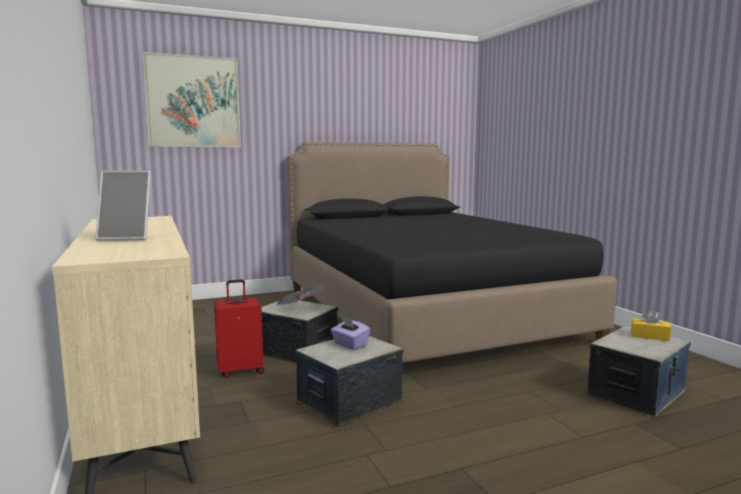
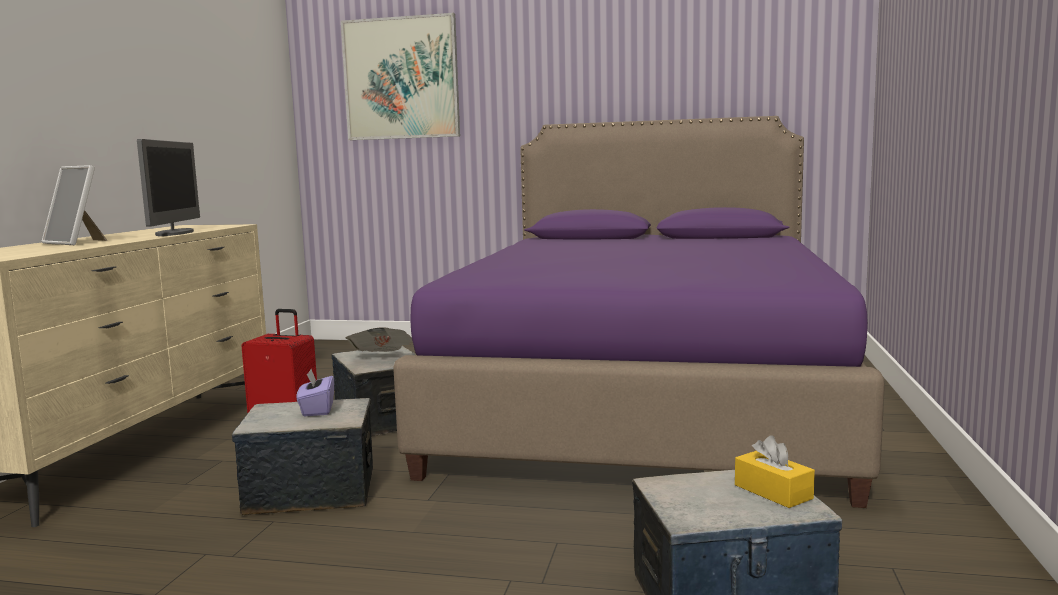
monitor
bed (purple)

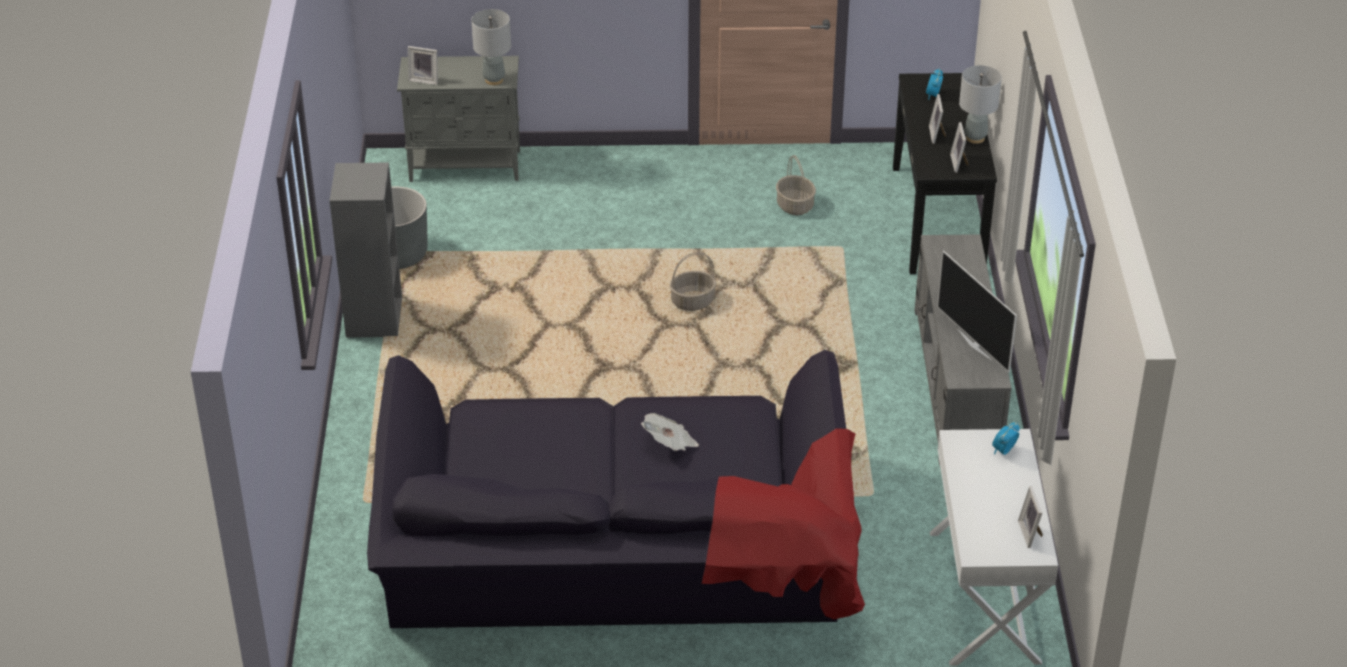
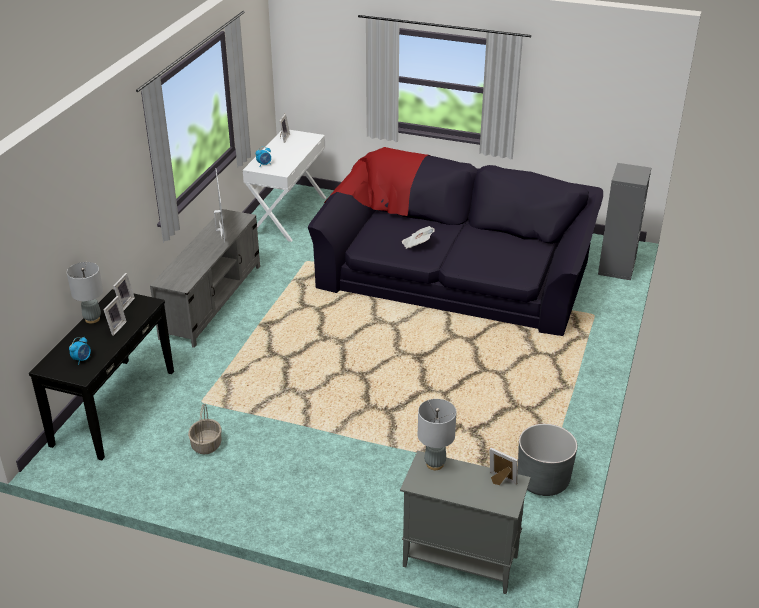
bookcase (grey)
basket (1st from left in the first image)

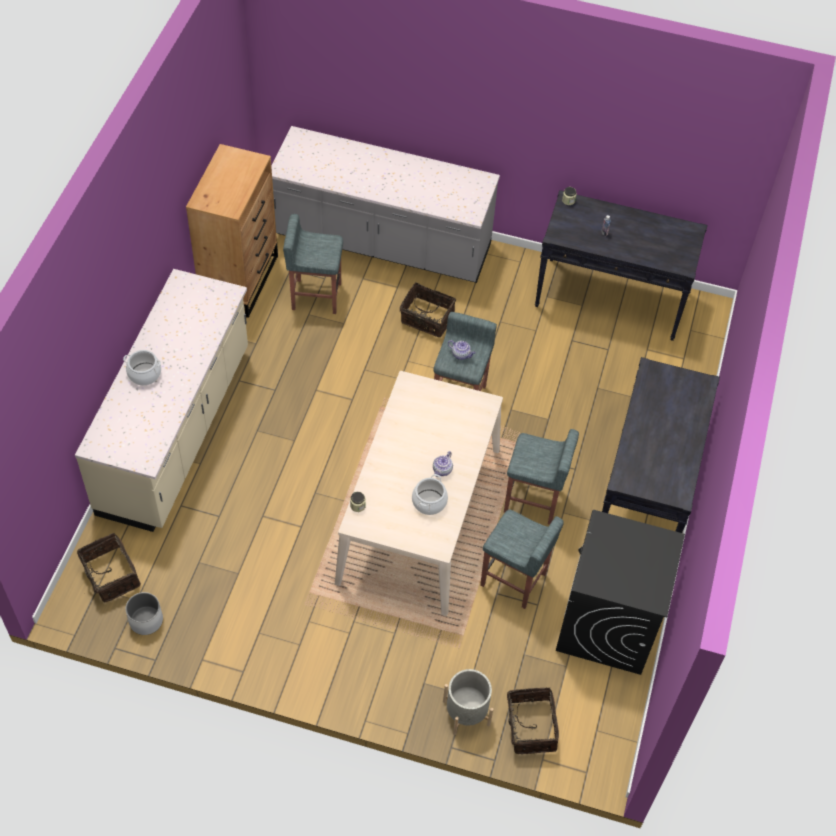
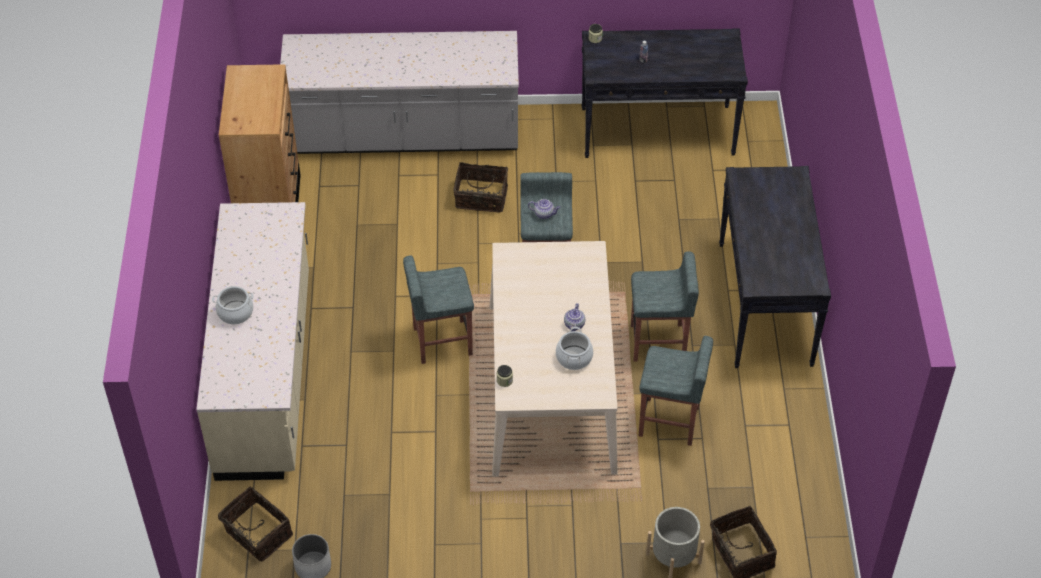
stool (grey) (1st from left)
washing machine (black)

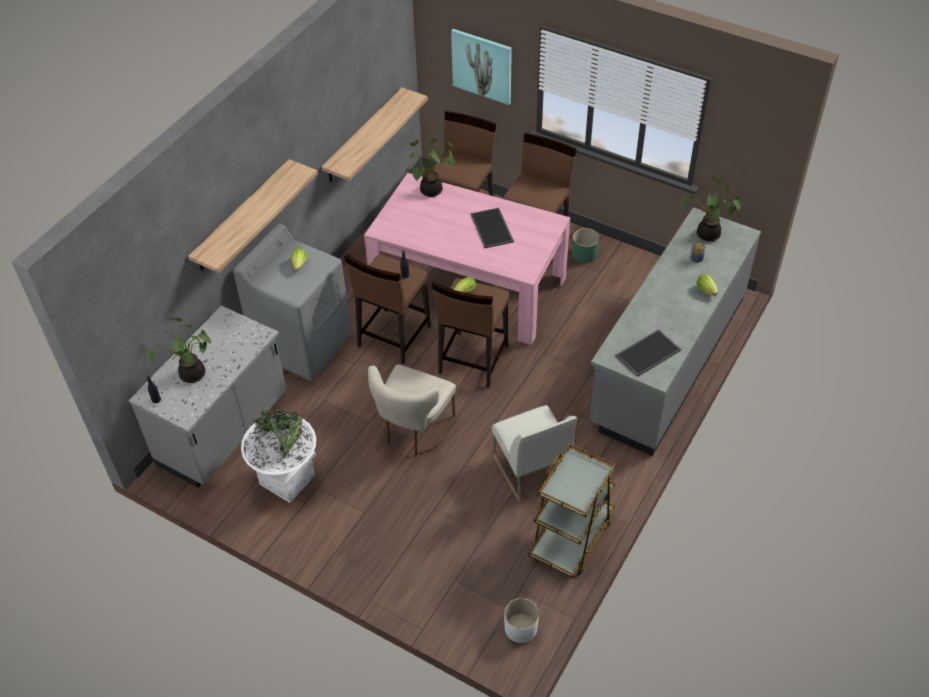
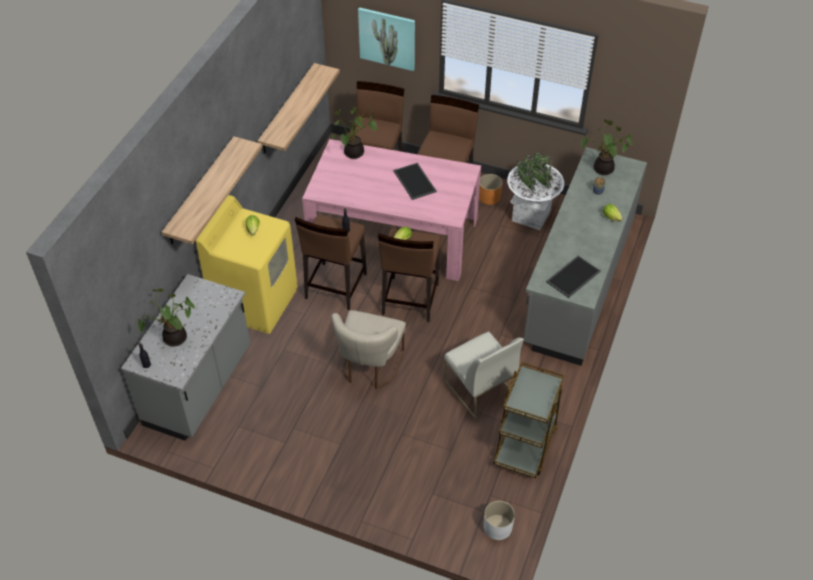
washing machine (yellow)
planter (orange)
planter (white) (2nd from left)

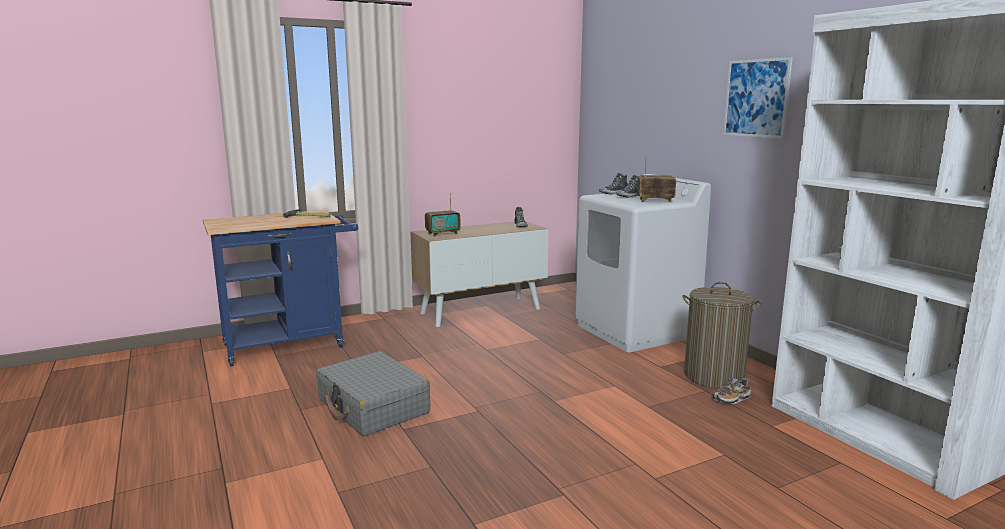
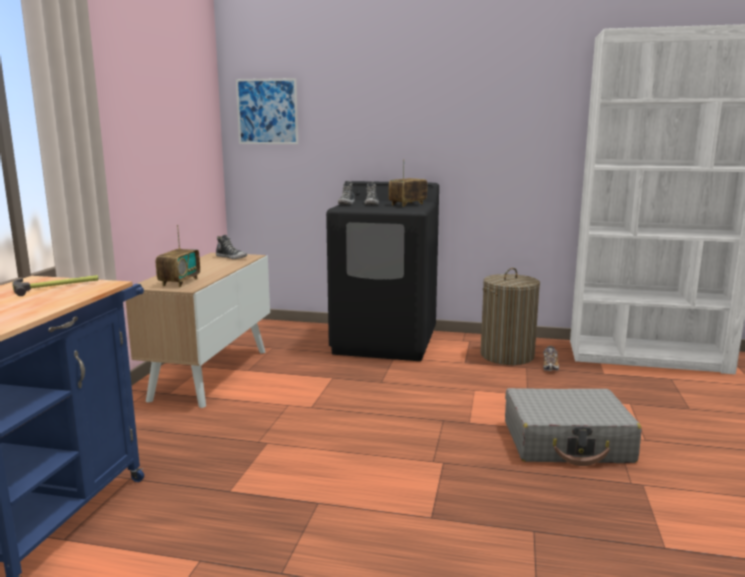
picture
washing machine (black)
suitcase (grey)

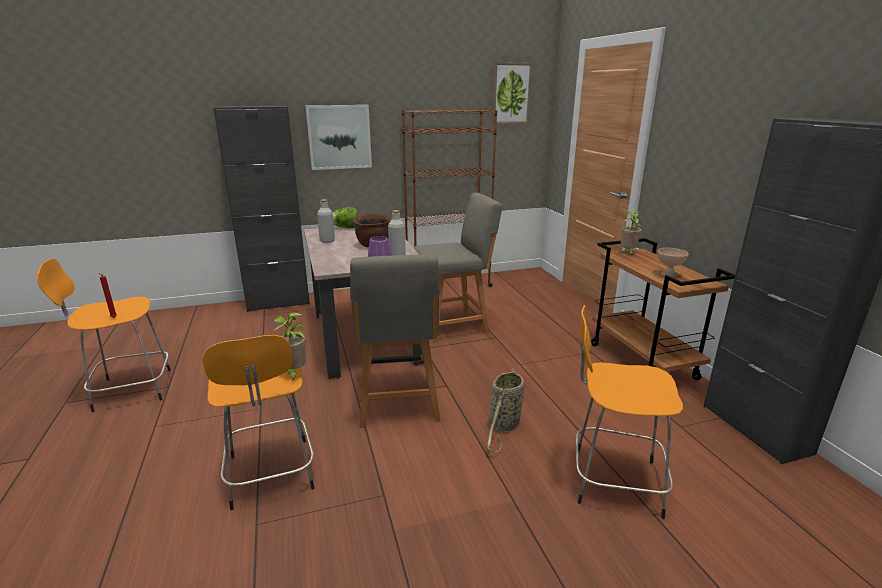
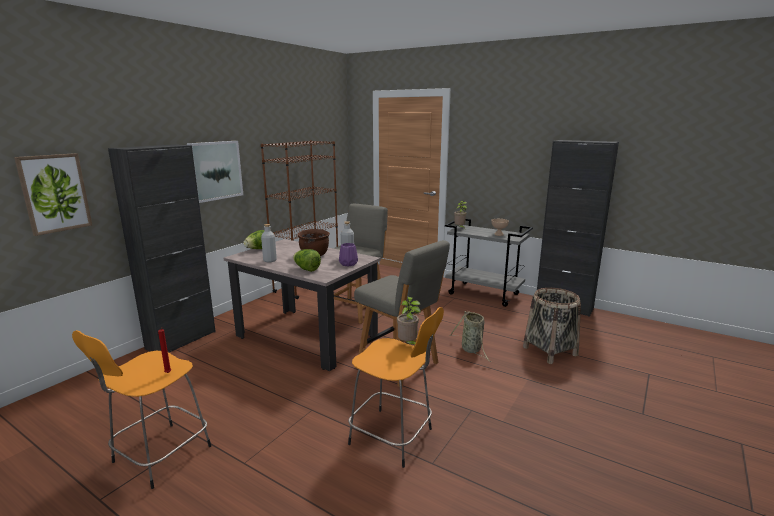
picture (1st from left)
lettuce (2nd from left)
cart (grey)
basket (2nd from left)

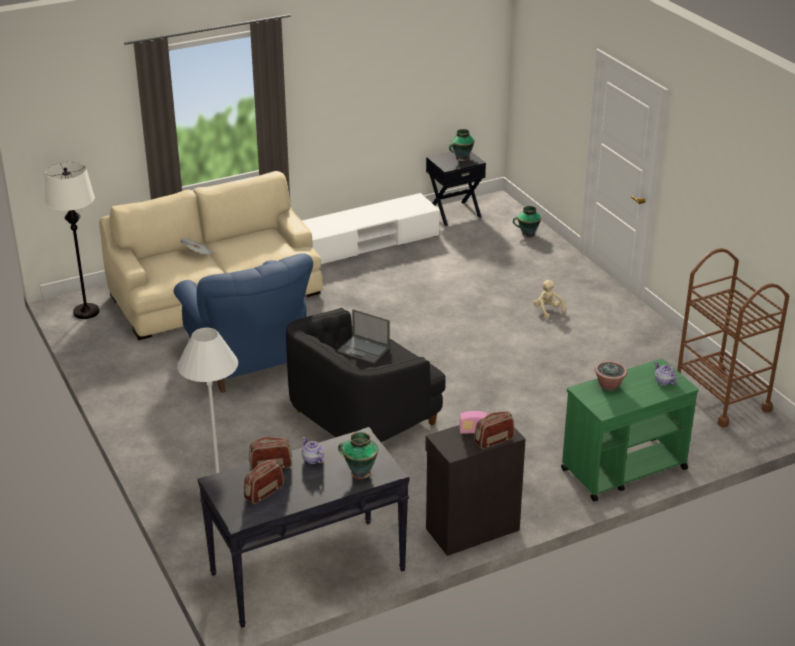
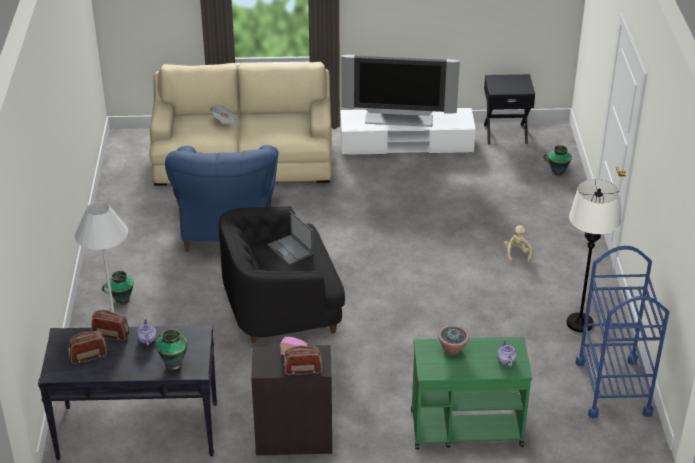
vase (1st from left)
television
floor lamp (white) (2nd from left)
cart (blue)

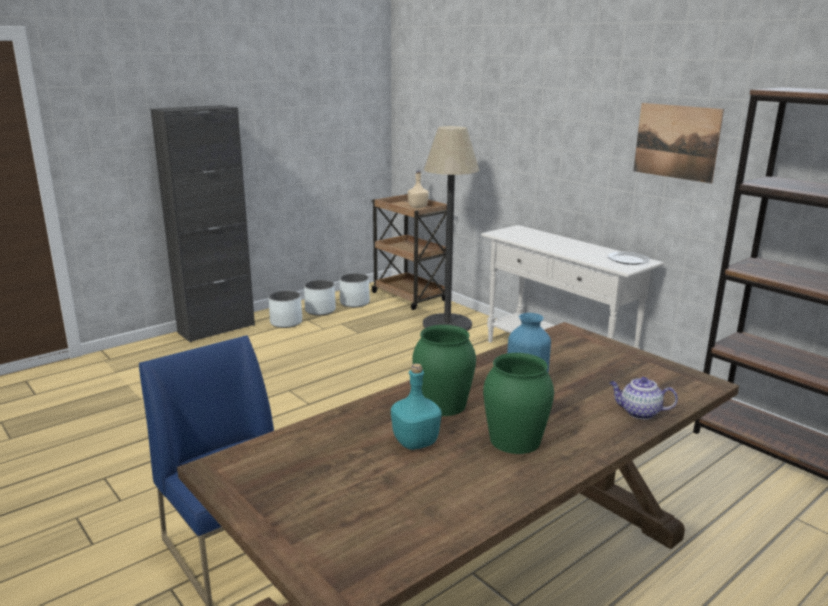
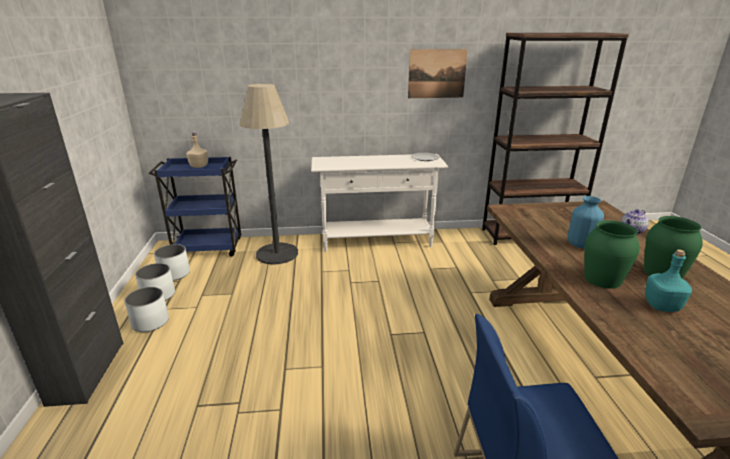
cart (blue)

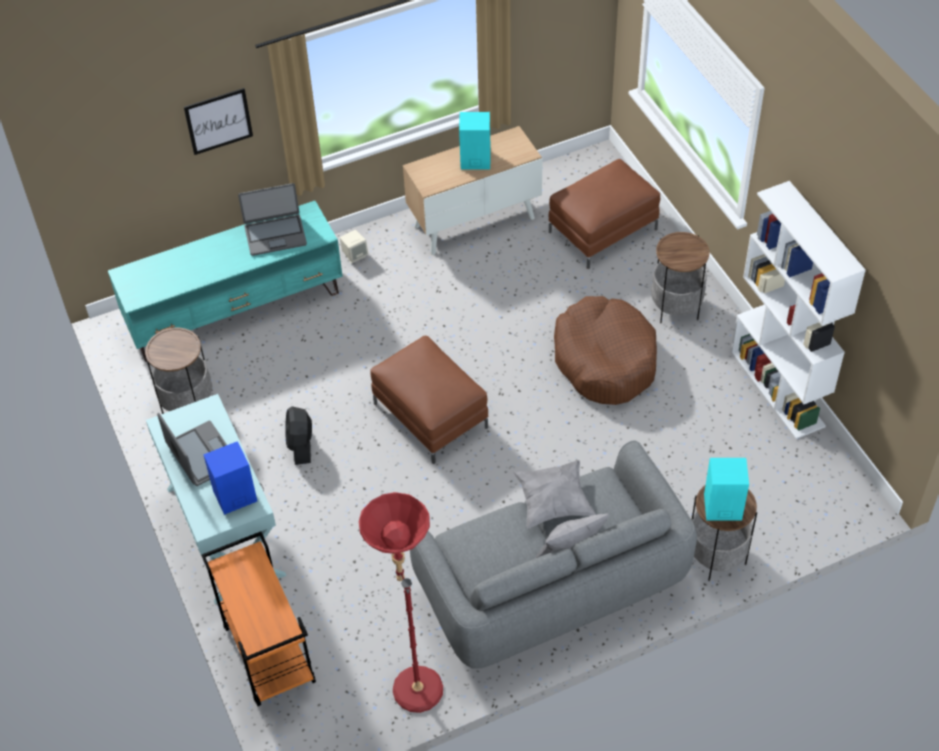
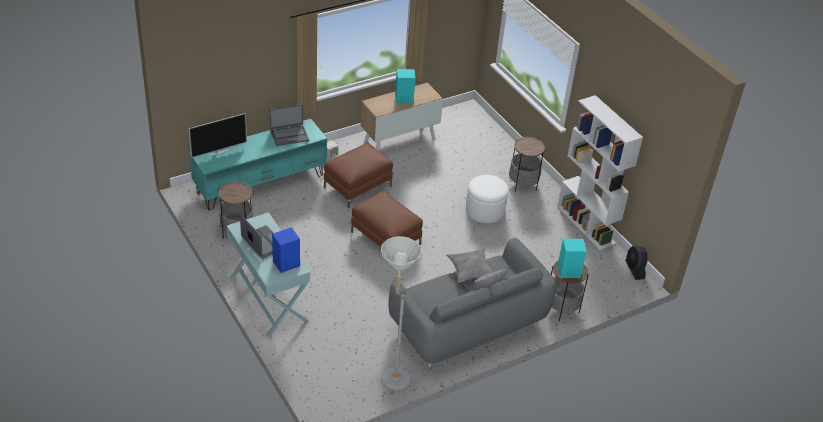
television
ottoman (brown) (1st from left)
floor lamp (grey)
ottoman (white)
fan (black)
picture
cart (orange)

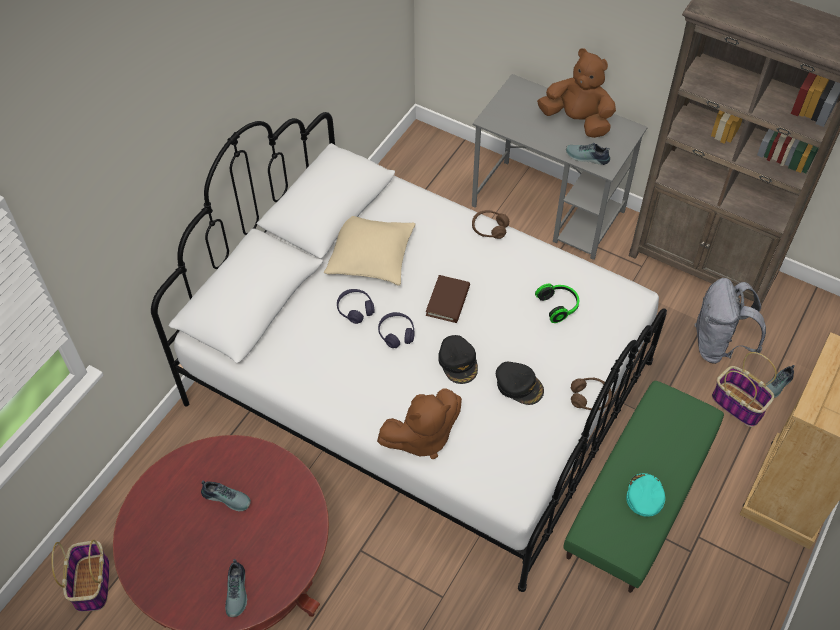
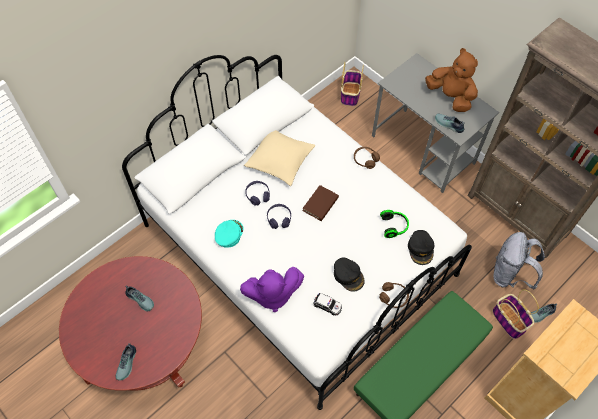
cap (turquoise)
plush toy (purple)
toy car
basket (1st from left)
cap (black) (2nd from left)

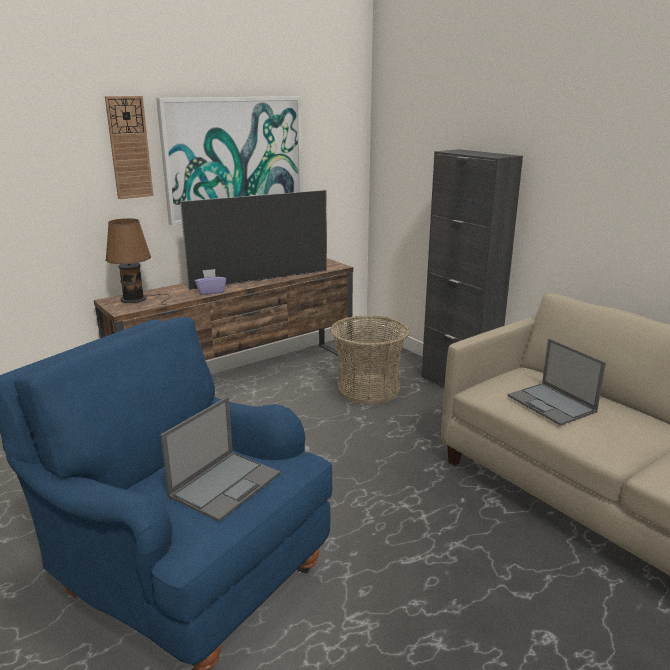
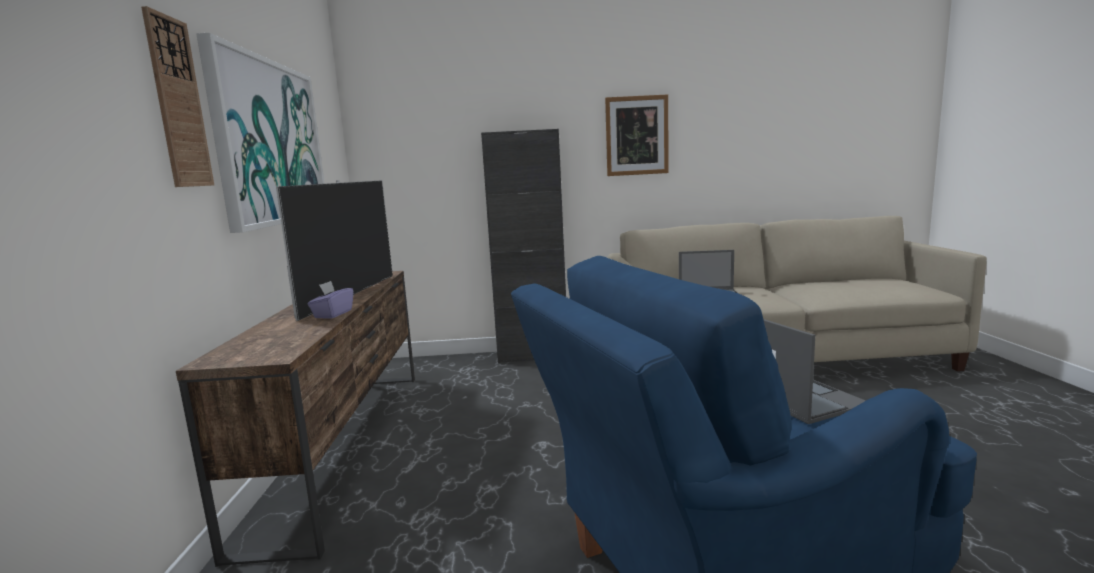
picture (2nd from left)
table lamp (brown)
basket

